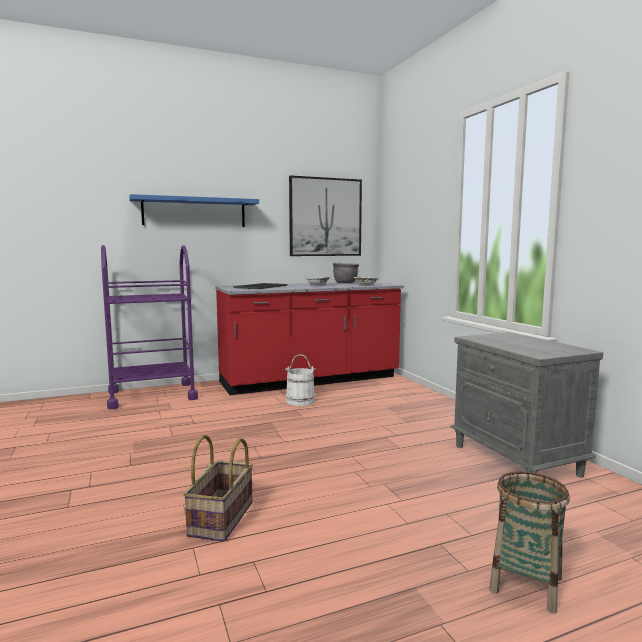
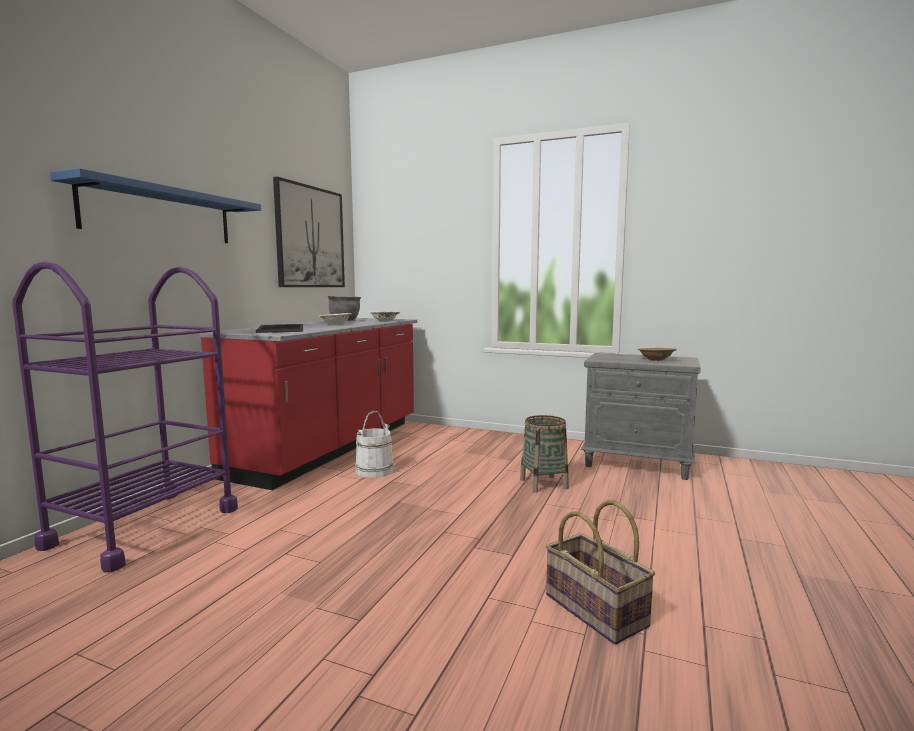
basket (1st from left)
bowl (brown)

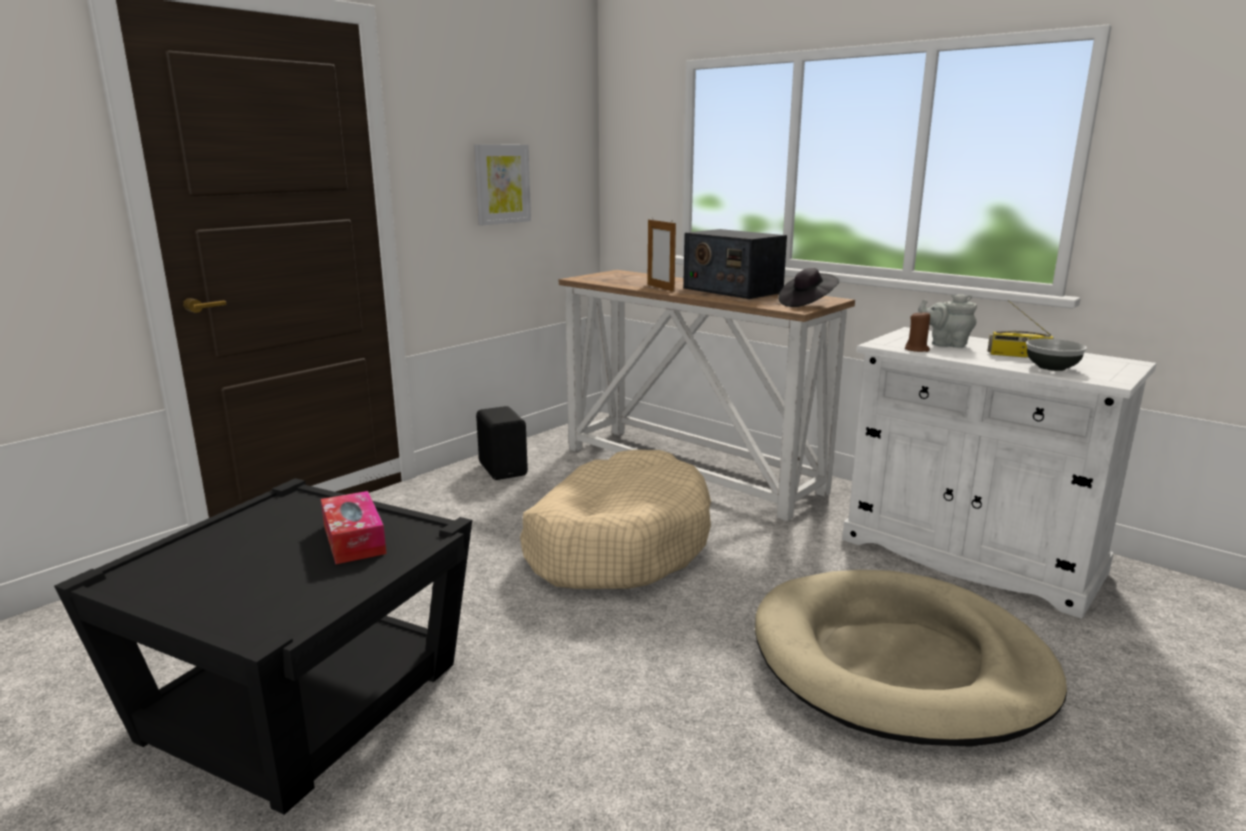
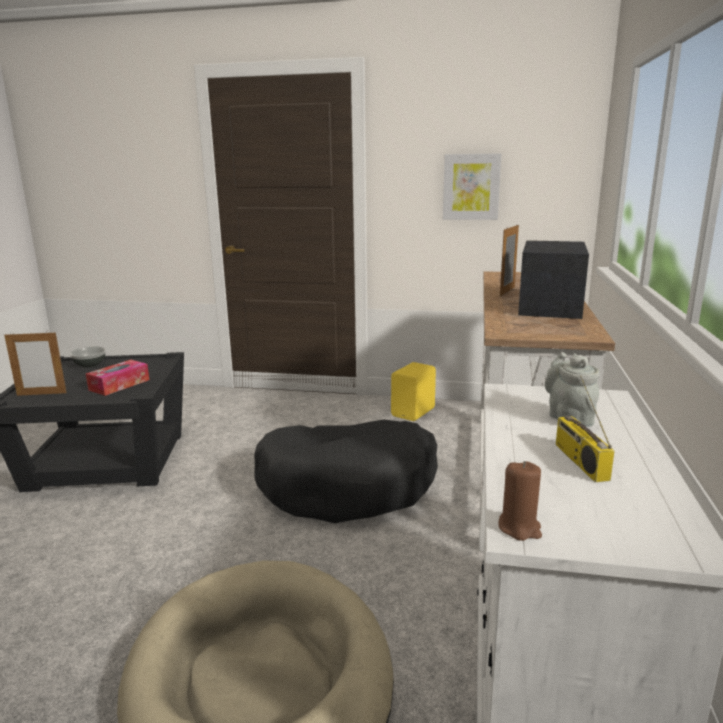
picture frame (1st from left)
bowl
dog bed (black)
speaker (yellow)
candle (brown)
hat (black)

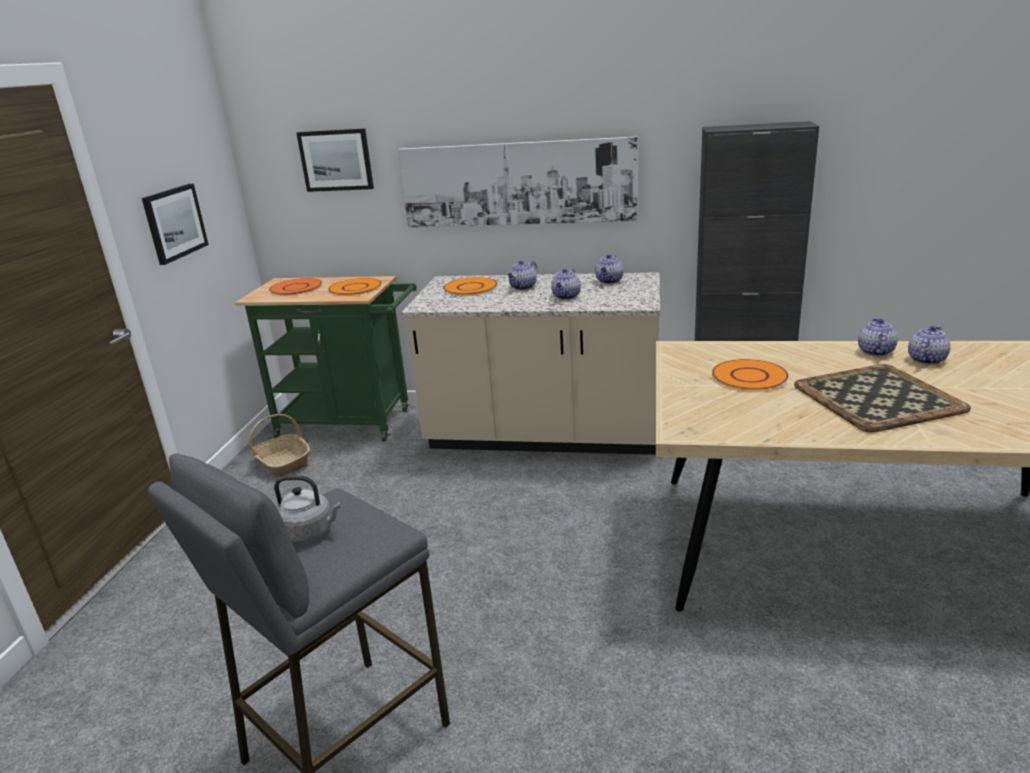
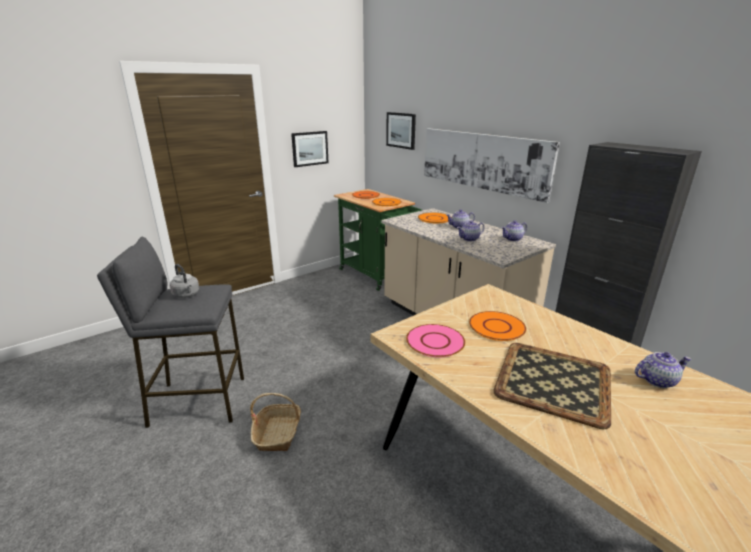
basket
plate (pink)
teapot (4th from left in the first image)

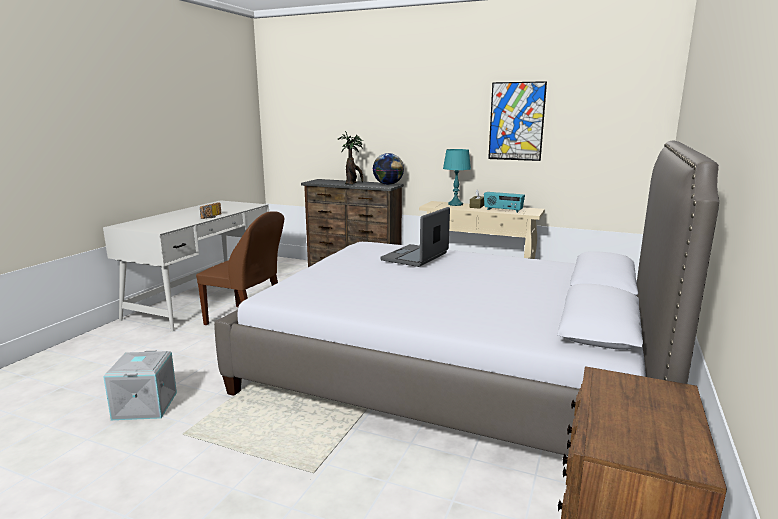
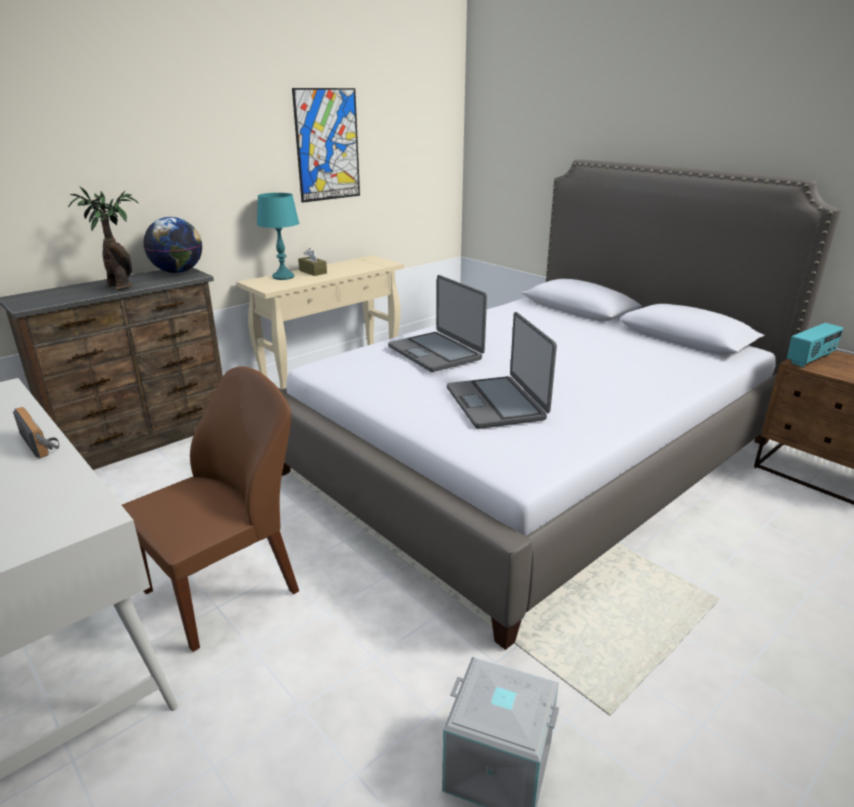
laptop (2nd from left)
radio (2nd from left)

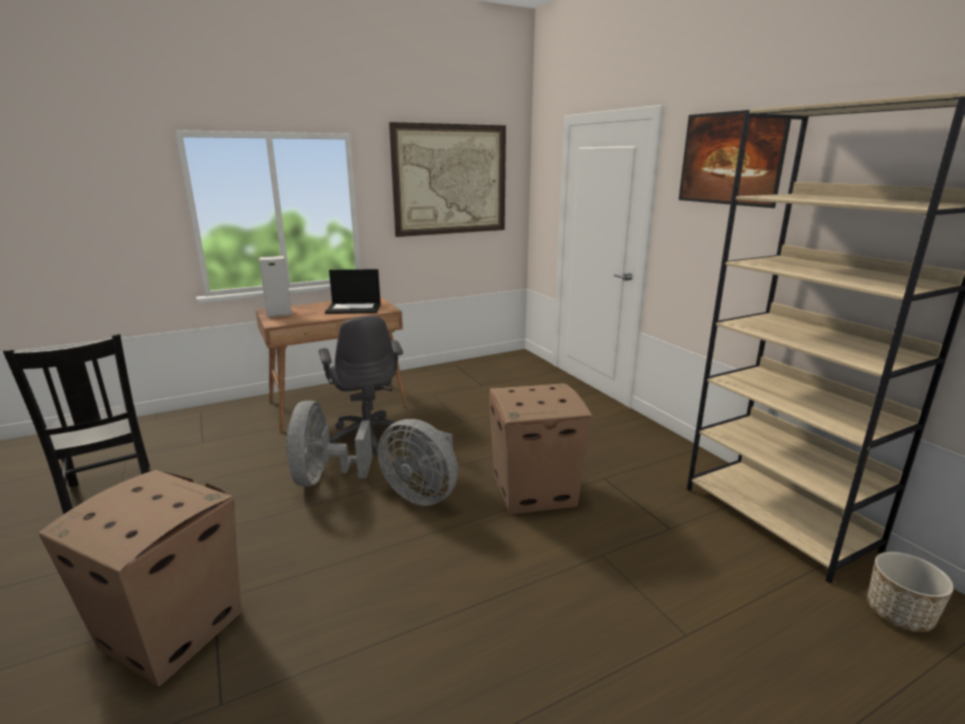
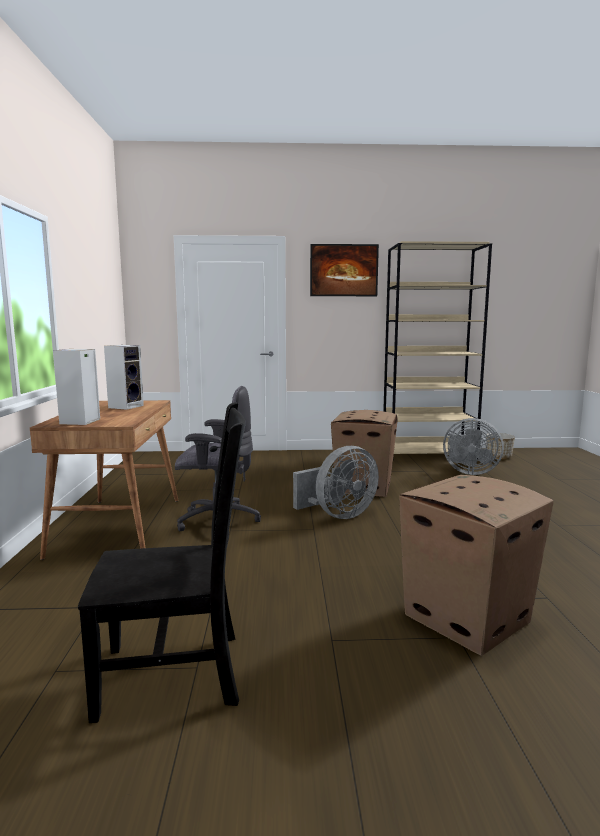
speaker (2nd from left)
fan (grey) (2nd from left)
picture (1st from left in the first image)

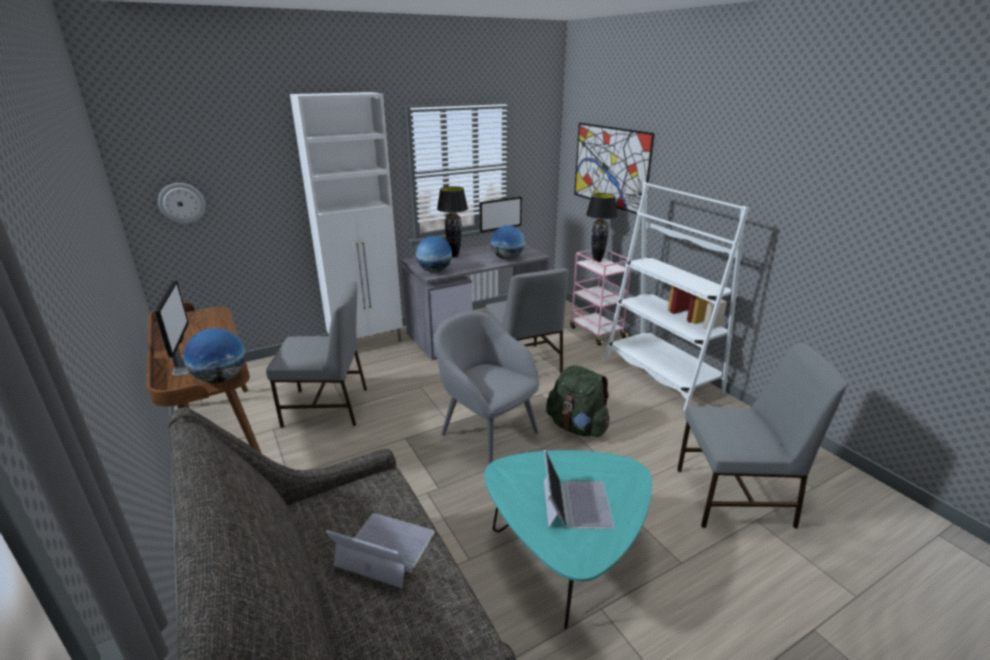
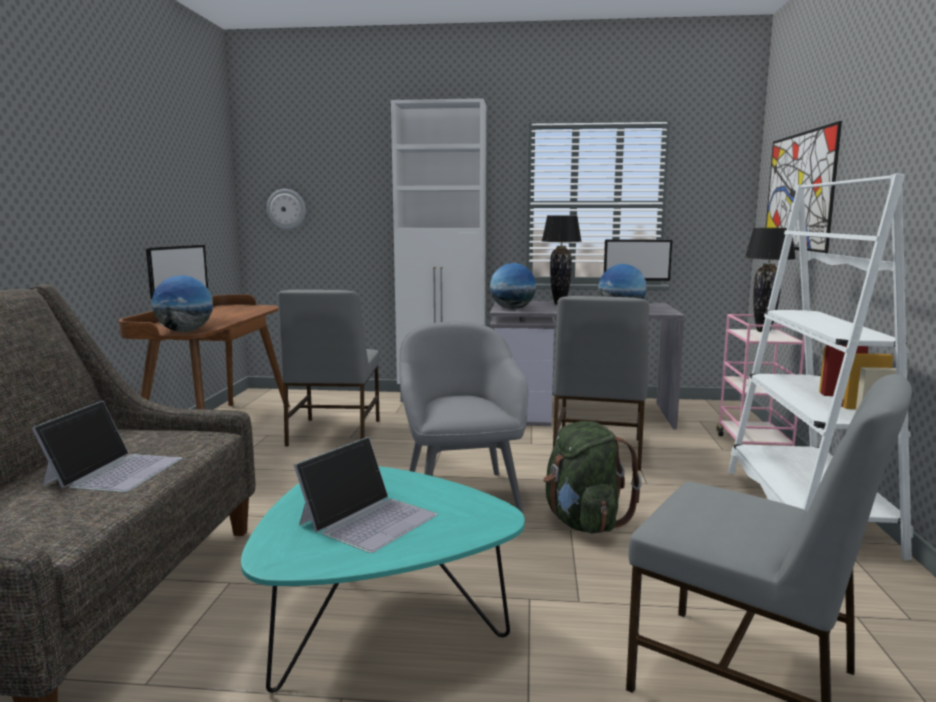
laptop (1st from left)
chair (grey) (1st from left)

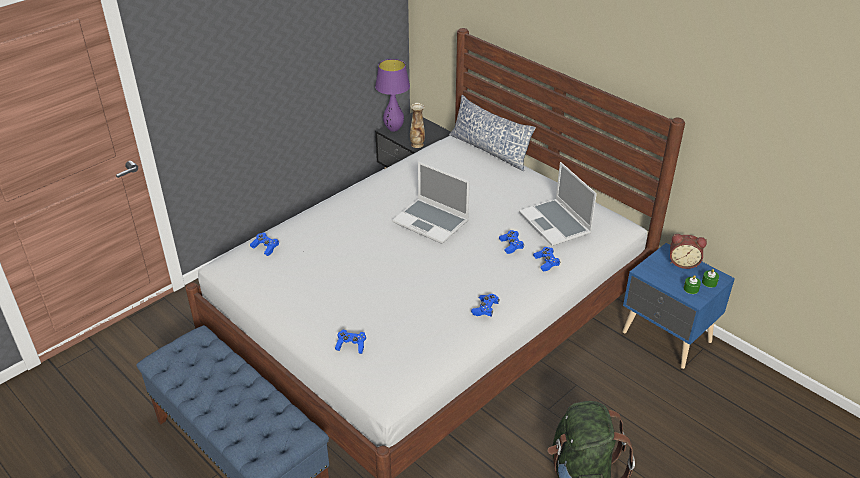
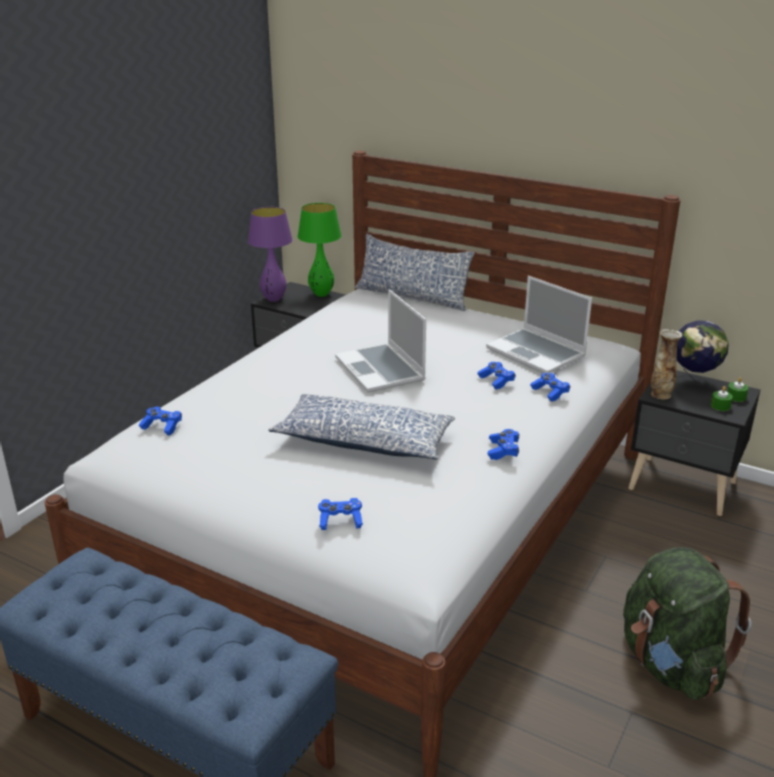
pillow (1st from left)
table lamp (green)
laptop (1st from left)
nightstand (black) (2nd from left)
vase
globe

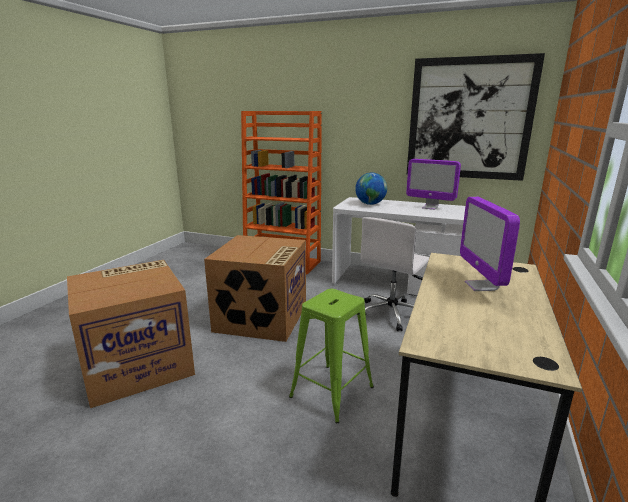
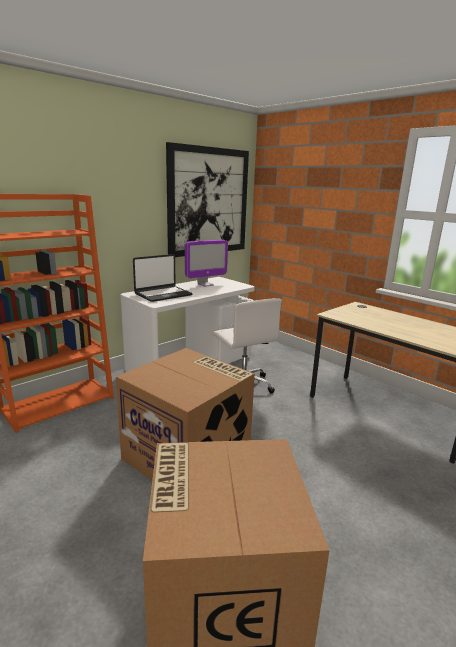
laptop
stool (green)
monitor (2nd from left in the first image)

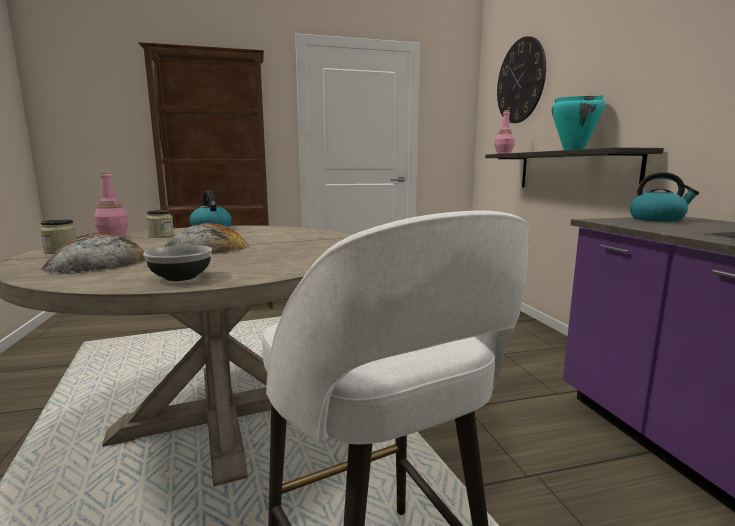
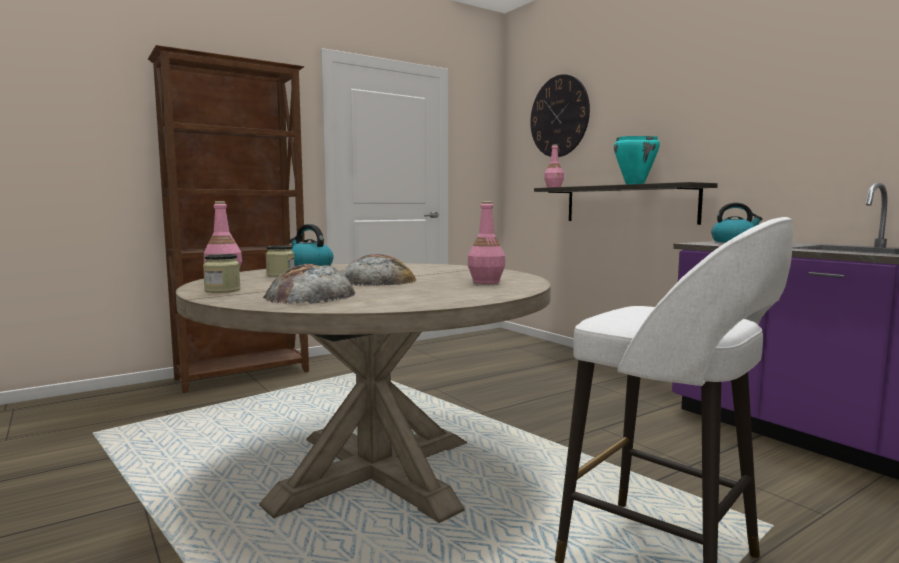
bottle (pink) (2nd from left)
bowl

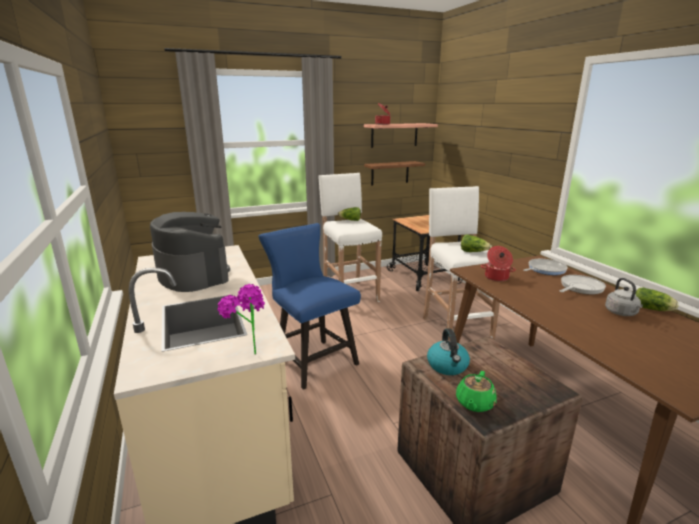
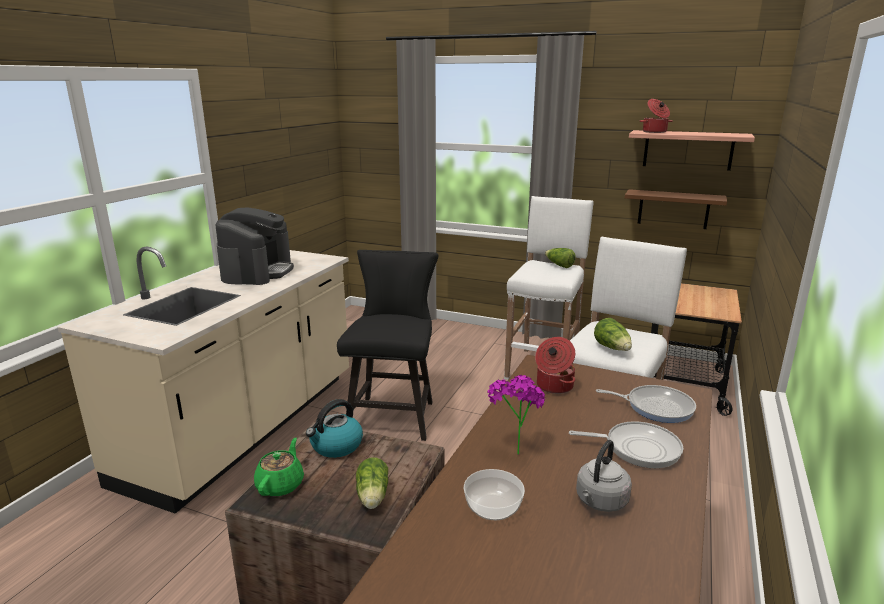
teapot (green)
chair (black)
lettuce (1st from left)
bowl
potted plant

